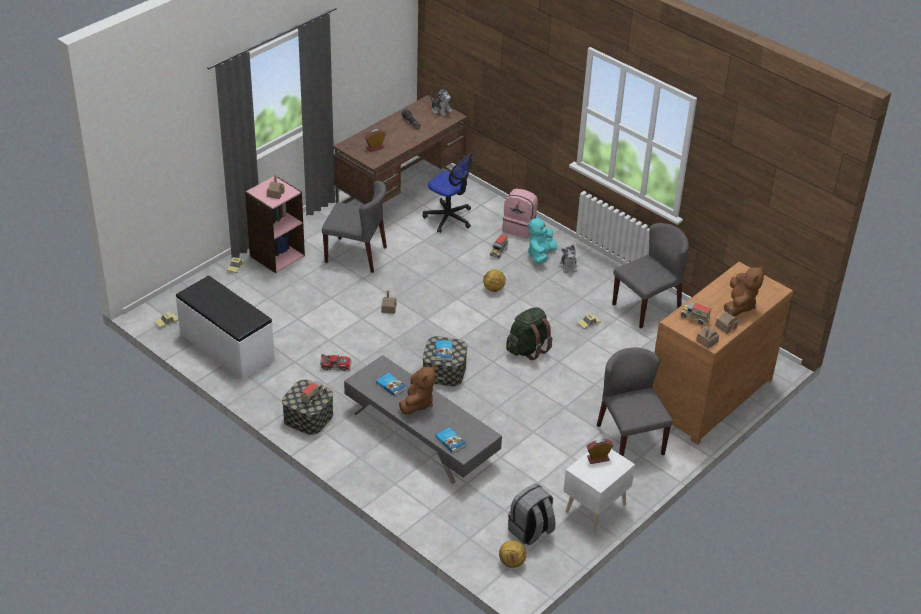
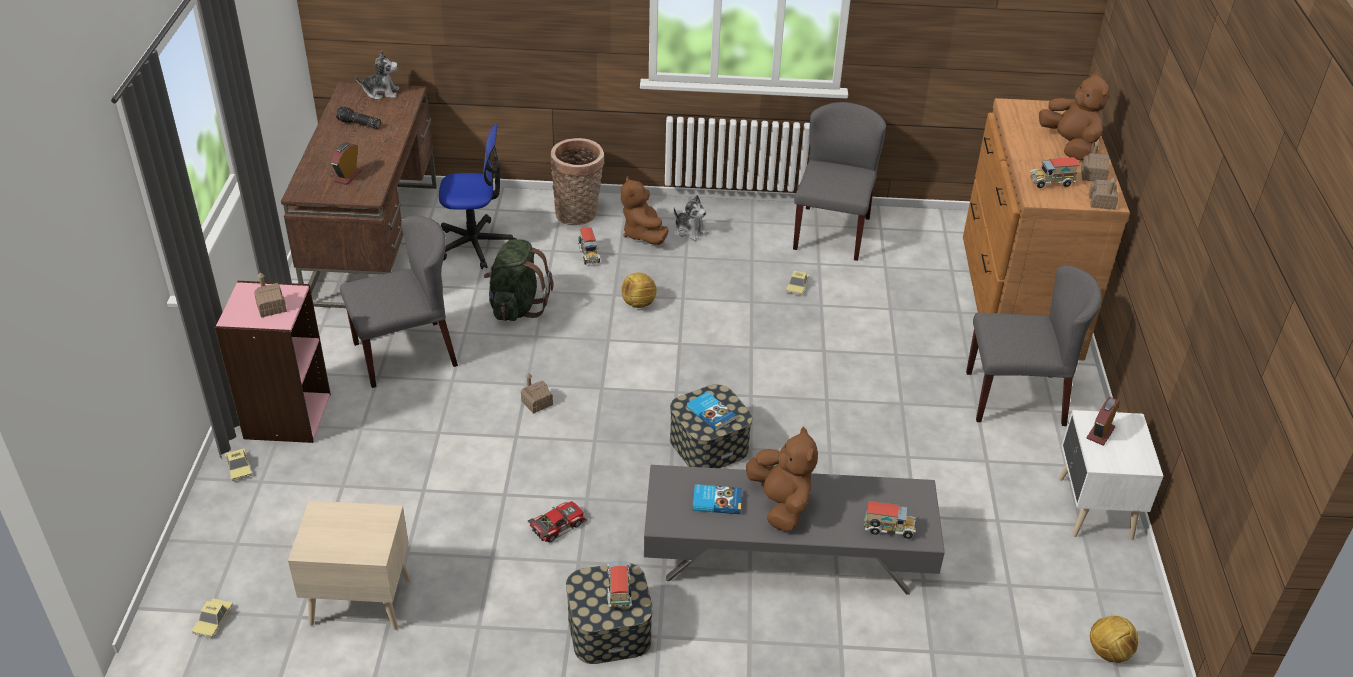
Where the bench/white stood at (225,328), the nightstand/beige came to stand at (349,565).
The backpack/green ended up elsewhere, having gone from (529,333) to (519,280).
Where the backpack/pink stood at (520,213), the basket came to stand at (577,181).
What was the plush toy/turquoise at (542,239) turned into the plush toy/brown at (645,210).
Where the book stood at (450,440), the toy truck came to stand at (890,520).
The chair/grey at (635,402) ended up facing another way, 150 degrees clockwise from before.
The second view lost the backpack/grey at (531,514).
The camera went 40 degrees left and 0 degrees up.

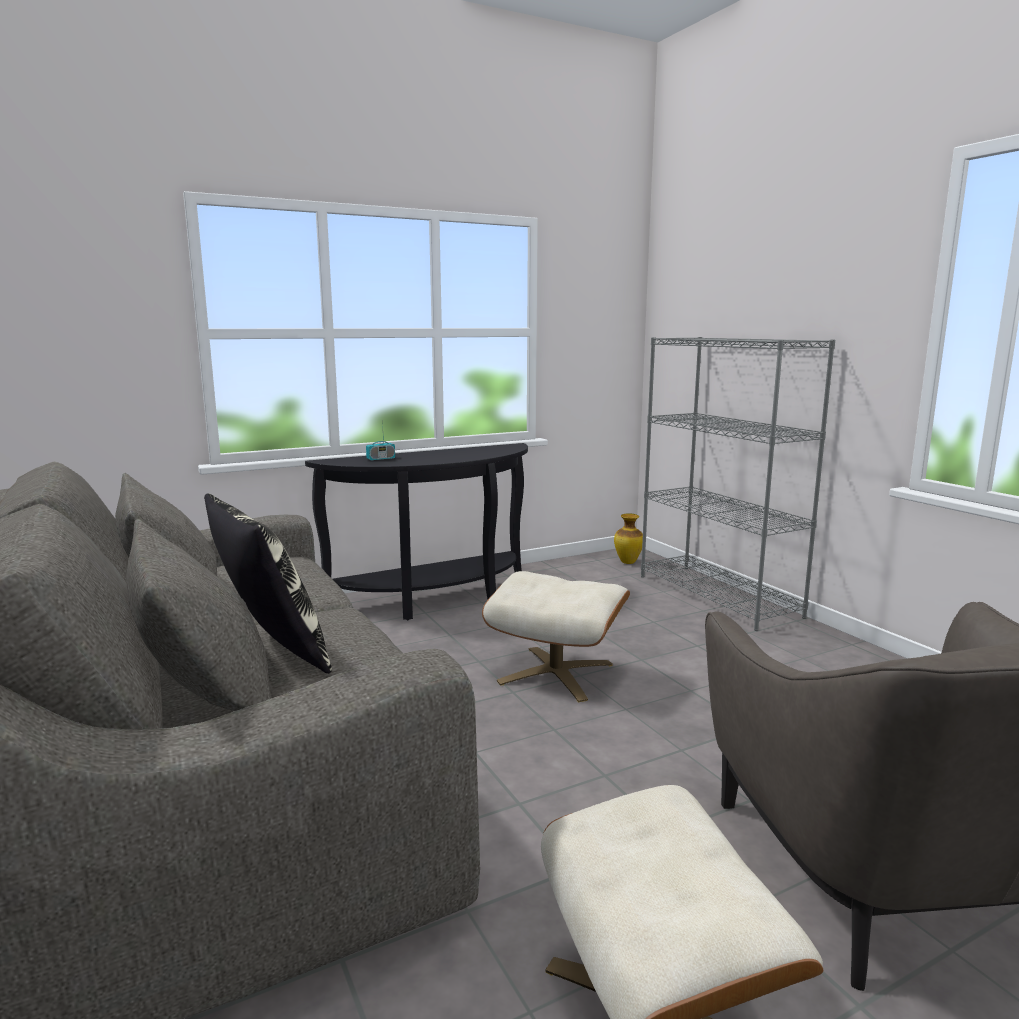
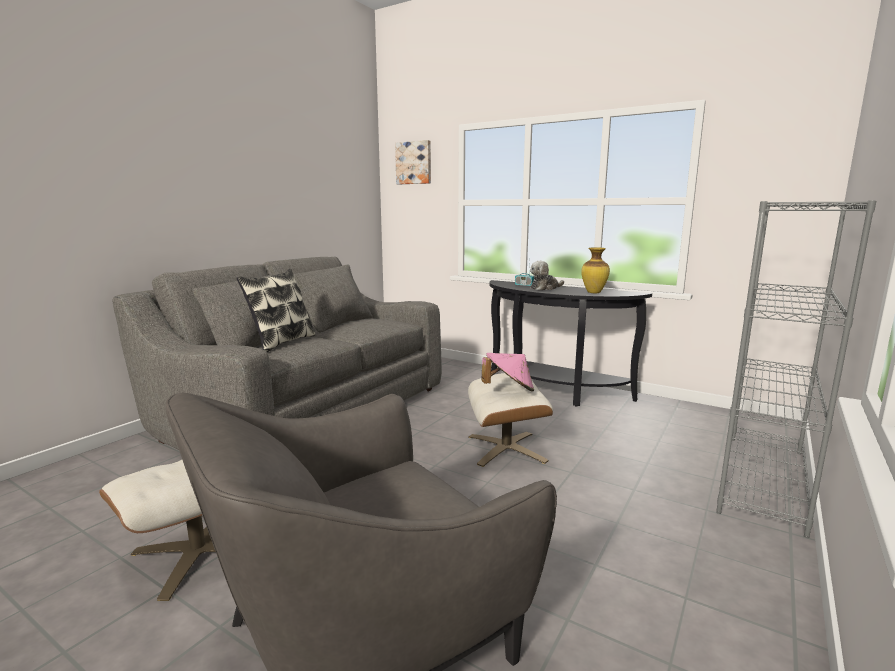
The second view gained the picture at (413,162).
The second view gained the hat/pink at (508,372).
The second view gained the plush toy at (547,276).
The vase ended up elsewhere, having gone from (628,539) to (595,270).
The camera went 60 degrees right and 0 degrees up.

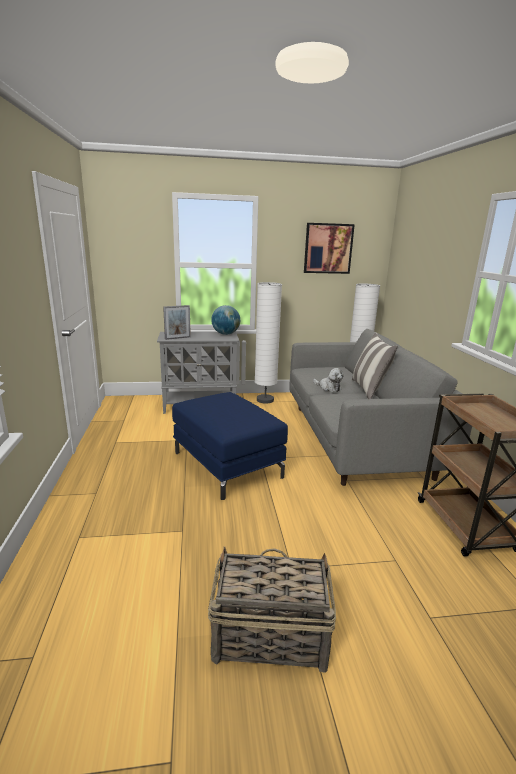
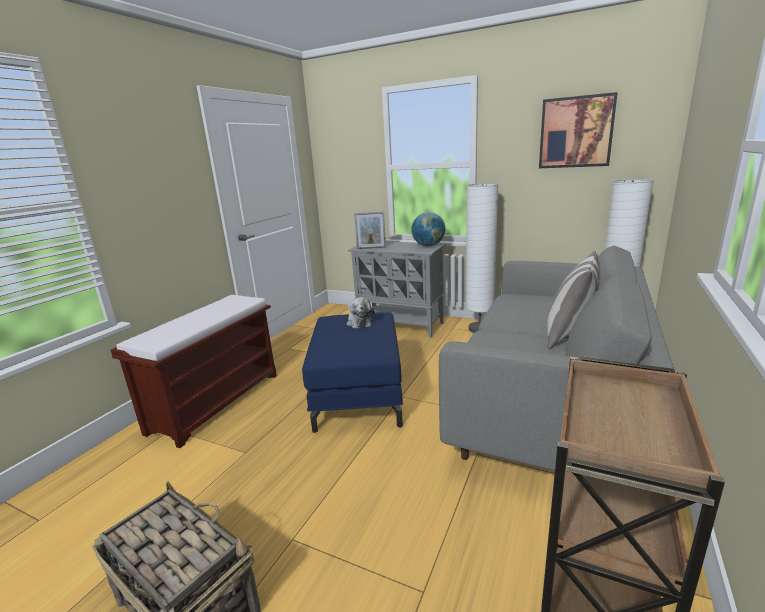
The second view gained the bench/brown at (194,371).
The plush toy ended up elsewhere, having gone from (328,380) to (360,313).
The camera went 35 degrees right and 0 degrees up.

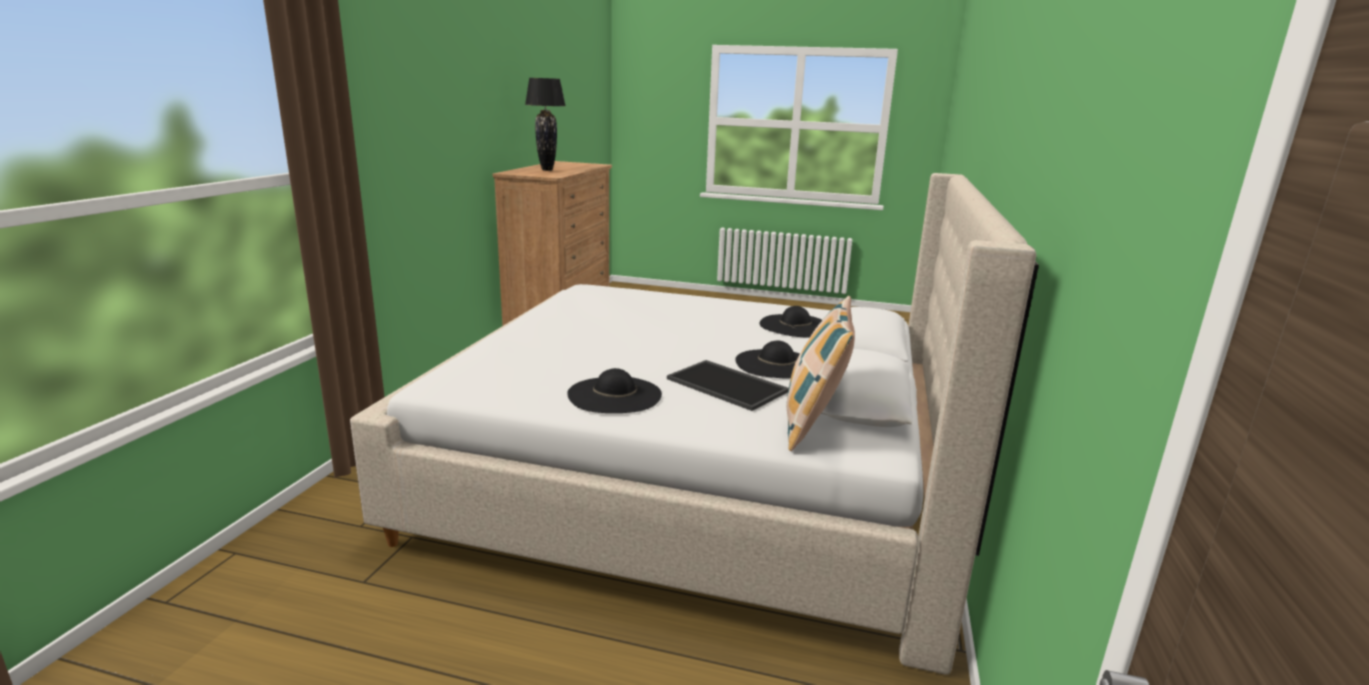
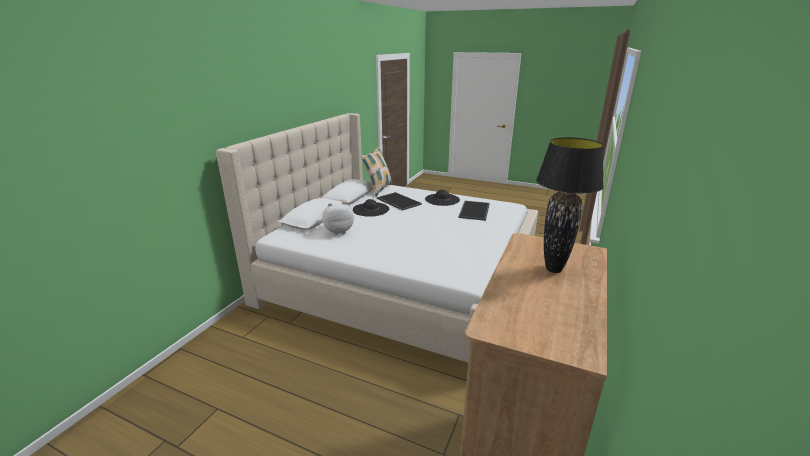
Where the hat/black stood at (791,321), the plush toy came to stand at (338,218).
The second view gained the tray at (474,211).
The camera went 170 degrees left and 5 degrees up.

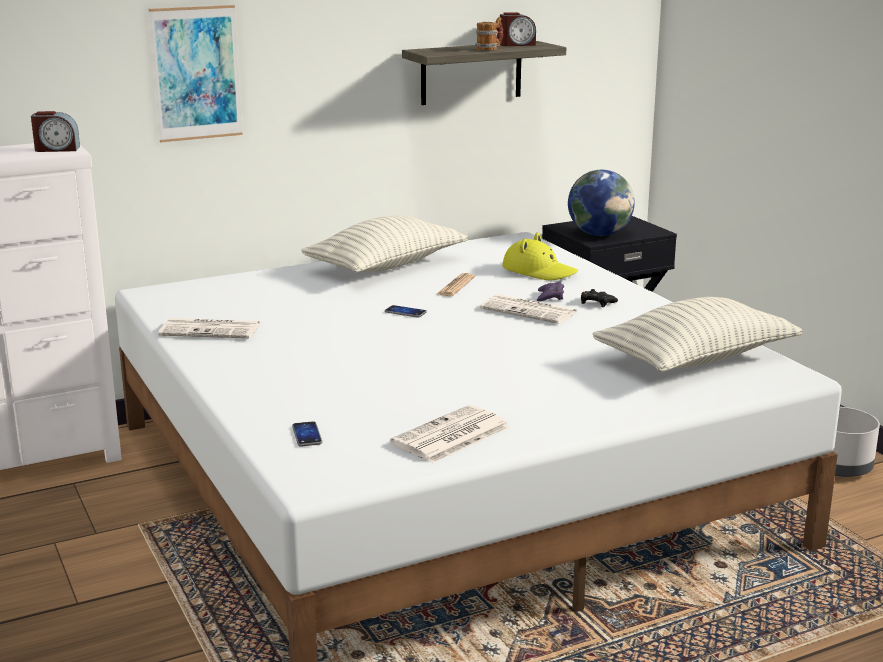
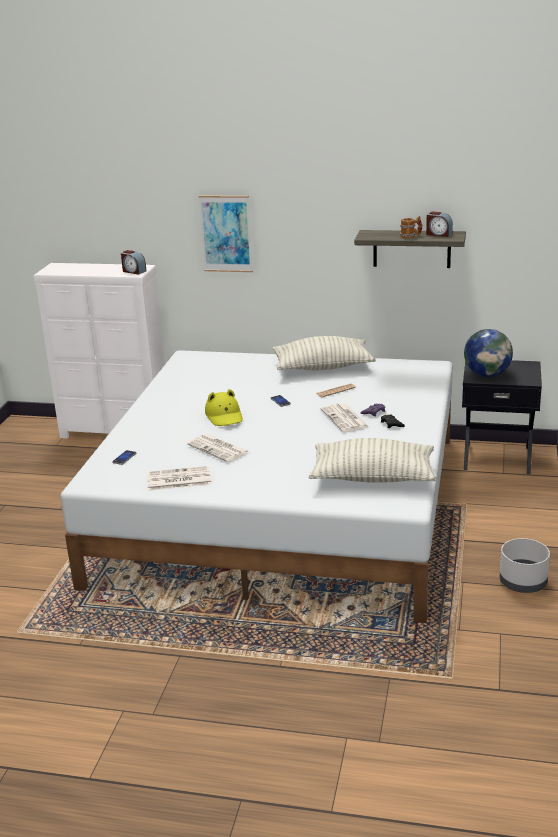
The newspaper ended up elsewhere, having gone from (209,328) to (217,448).
The hat/yellow ended up elsewhere, having gone from (540,256) to (224,407).
The camera went 40 degrees right and 5 degrees up.

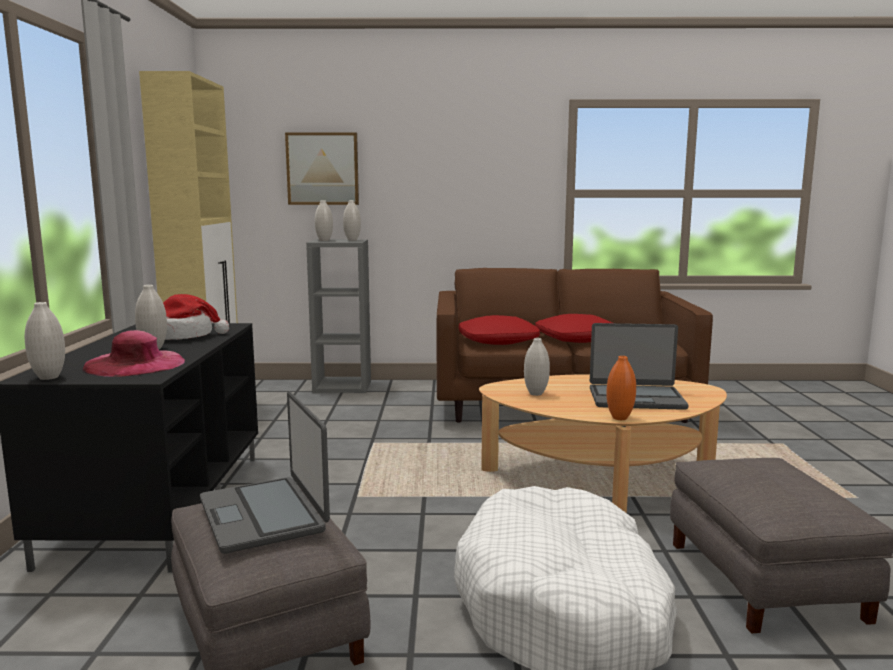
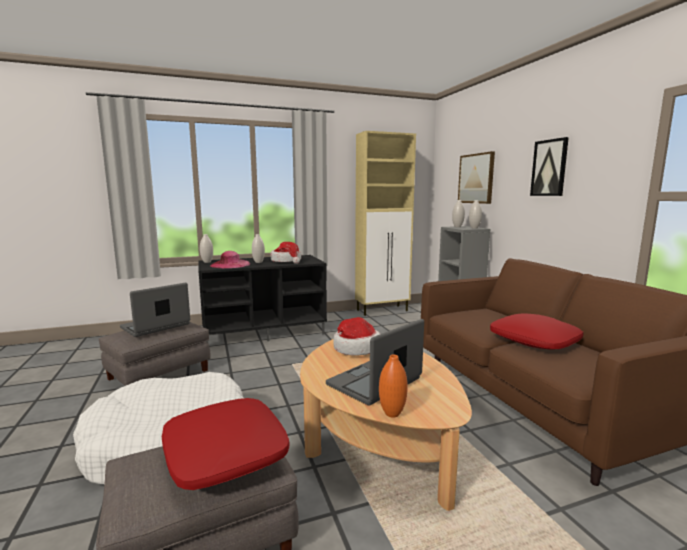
The pillow/red ended up elsewhere, having gone from (499,330) to (226,444).
The laptop at (639,366) ended up facing another way, 60 degrees clockwise from before.
Where the vase/white stood at (537,367), the hat came to stand at (356,336).
The vase/orange ended up elsewhere, having gone from (621,388) to (393,386).
The second view gained the picture at (549,166).
The camera went 70 degrees right and 0 degrees up.

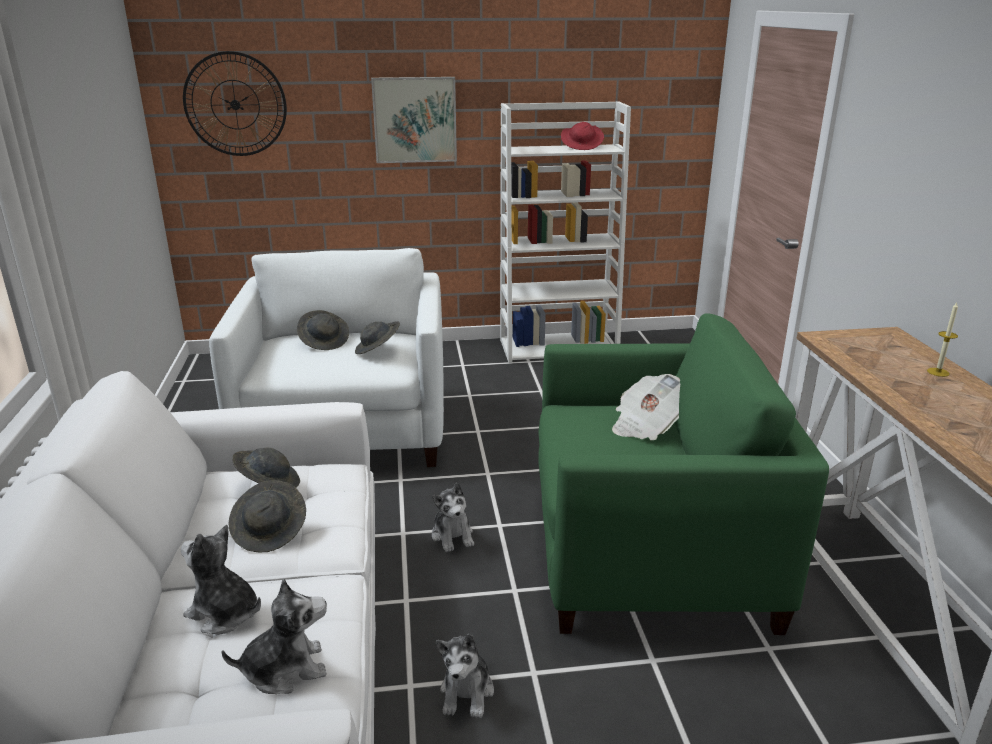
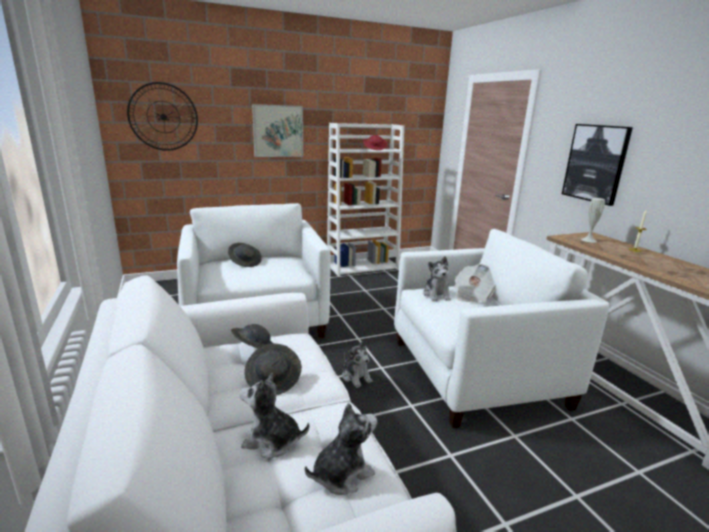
What was the armchair/green at (683,474) turned into the armchair/white at (502,328).
The plush toy ended up elsewhere, having gone from (465,676) to (437,278).
The second view gained the picture at (597,165).
The second view gained the vase/white at (593,220).
The second view lost the hat/grey at (377,337).
The camera went 15 degrees left and 5 degrees down.

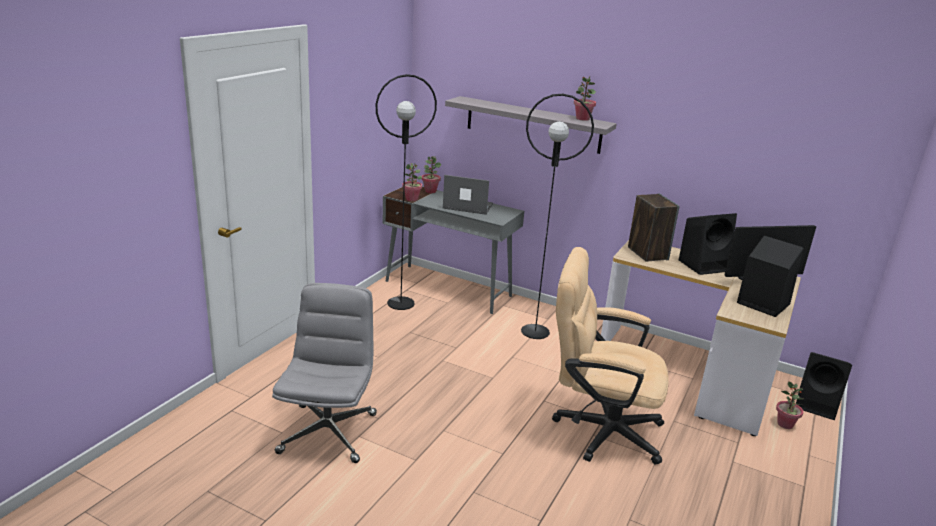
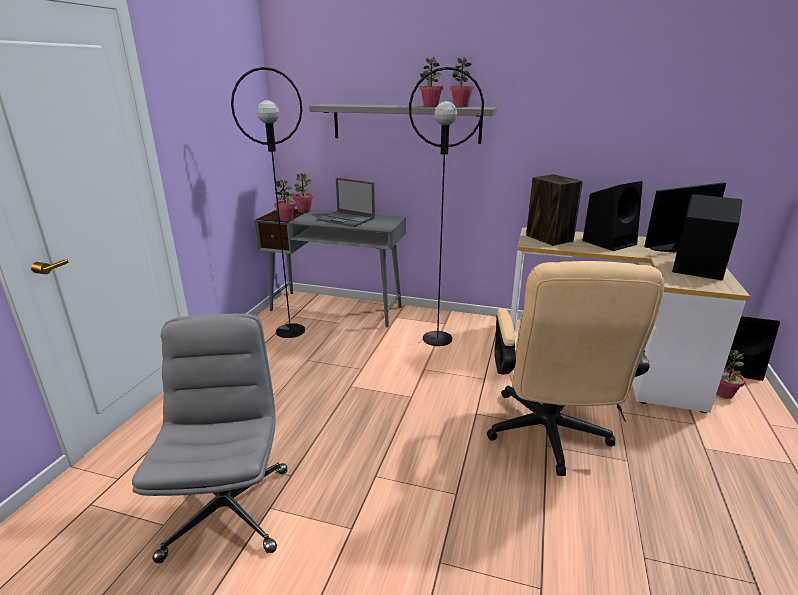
The laptop at (468,195) ended up facing another way, 150 degrees counterclockwise from before.
The second view gained the potted plant at (431,82).
The office chair/beige at (610,356) ended up facing another way, 90 degrees counterclockwise from before.
The camera went 10 degrees left and 0 degrees up.

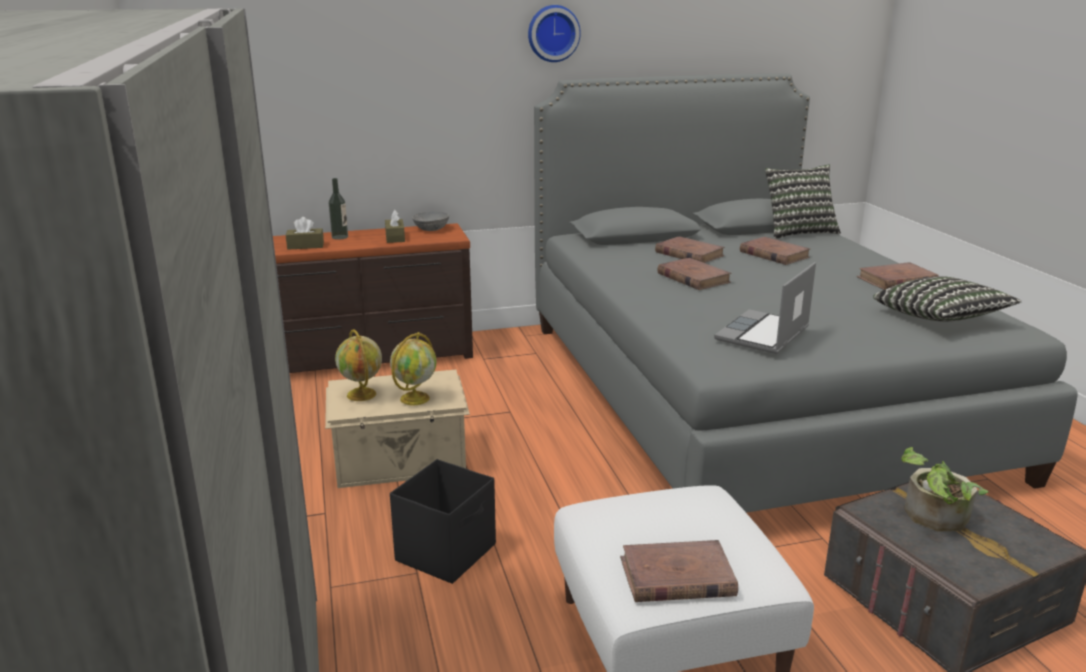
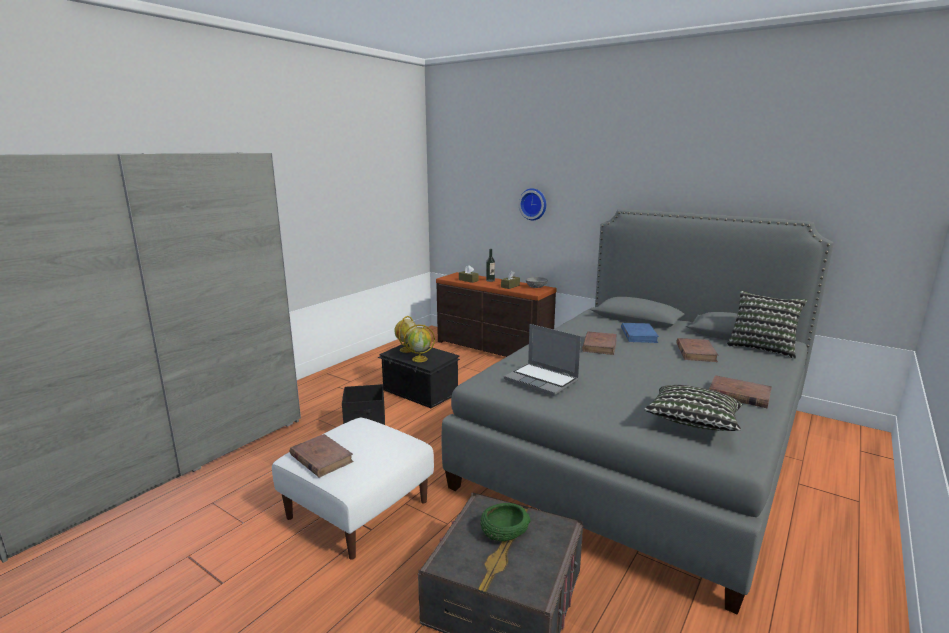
What was the storage box/beige at (397,429) turned into the storage box/black at (419,375).
Where the potted plant stood at (945,489), the bowl/green came to stand at (505,522).
The laptop at (765,308) ended up facing another way, 135 degrees counterclockwise from before.
The wall clock ended up elsewhere, having gone from (554,33) to (532,204).
What was the book/brown at (690,249) turned into the book/blue at (640,333).
The camera went 50 degrees right and 5 degrees down.

